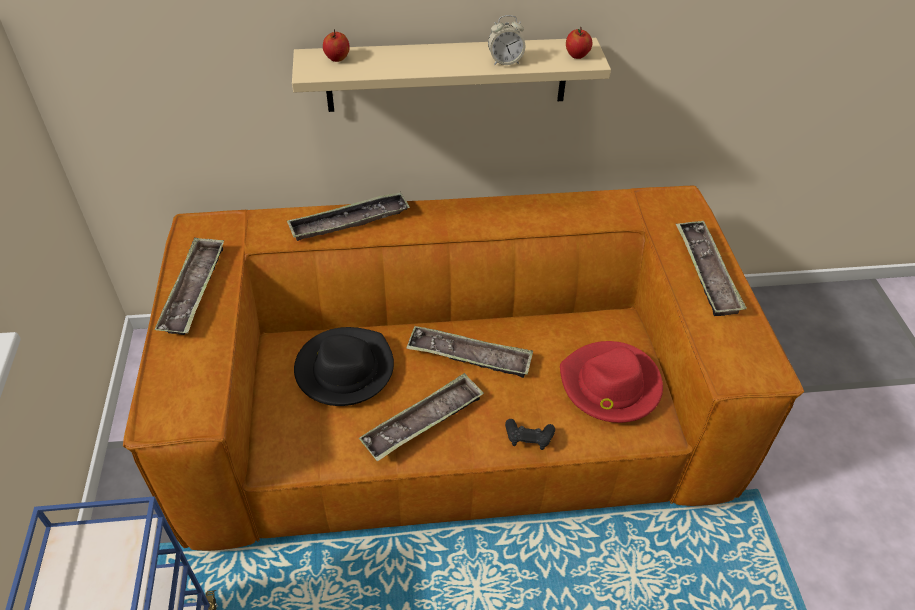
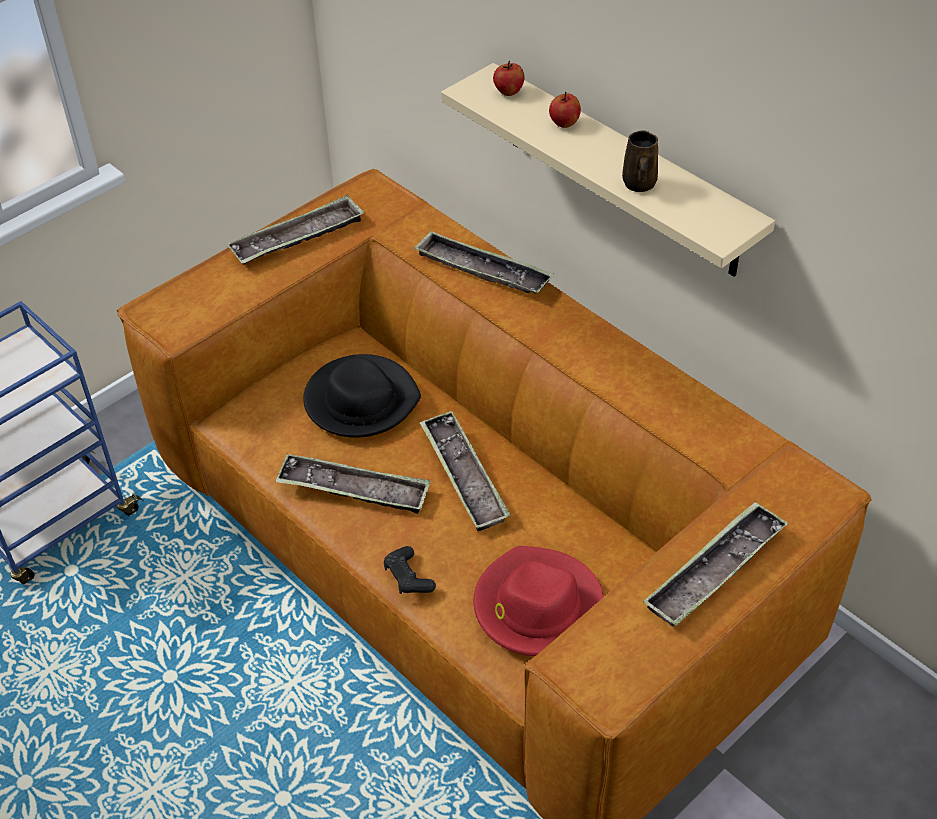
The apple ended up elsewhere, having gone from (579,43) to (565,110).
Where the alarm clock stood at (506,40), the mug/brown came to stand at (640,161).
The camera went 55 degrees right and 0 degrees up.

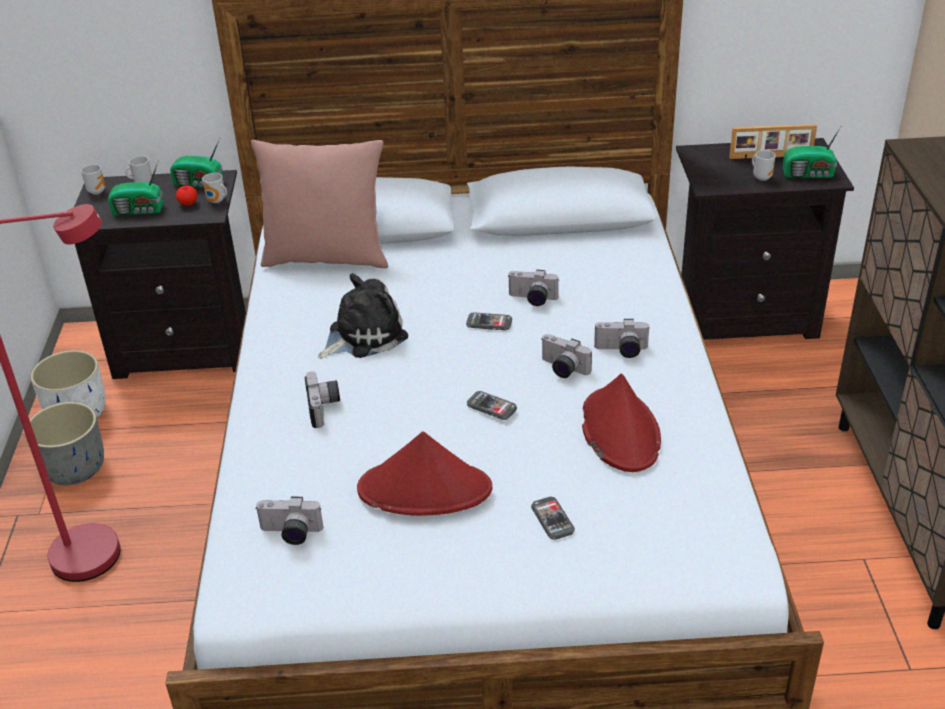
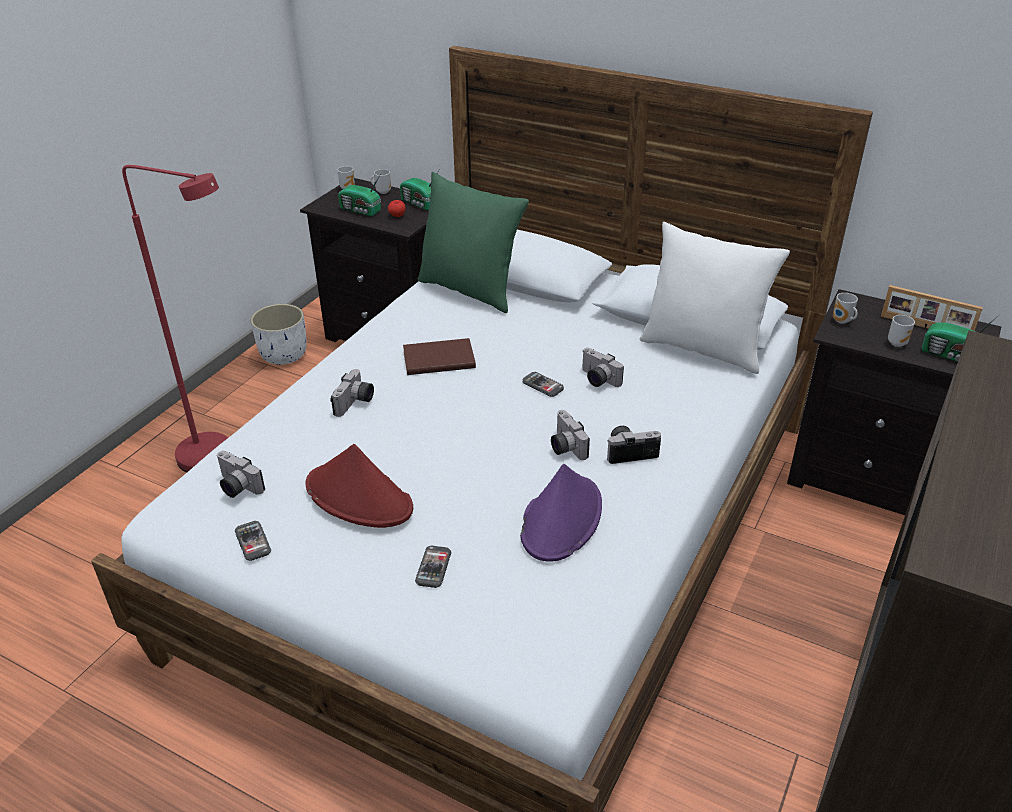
The phone ended up elsewhere, having gone from (492,405) to (253,541).
Where the plush toy stood at (363,316), the book/brown came to stand at (439,356).
What was the pillow/pink at (319,204) turned into the pillow/green at (473,242).
What was the hat/red at (621,422) turned into the hat/purple at (561,513).
The photo camera at (622,338) ended up facing another way, 135 degrees clockwise from before.
The second view gained the pillow/white at (714,298).
The mug ended up elsewhere, having gone from (214,188) to (845,308).
The second view lost the planter/grey at (64,443).
The camera went 30 degrees right and 0 degrees up.

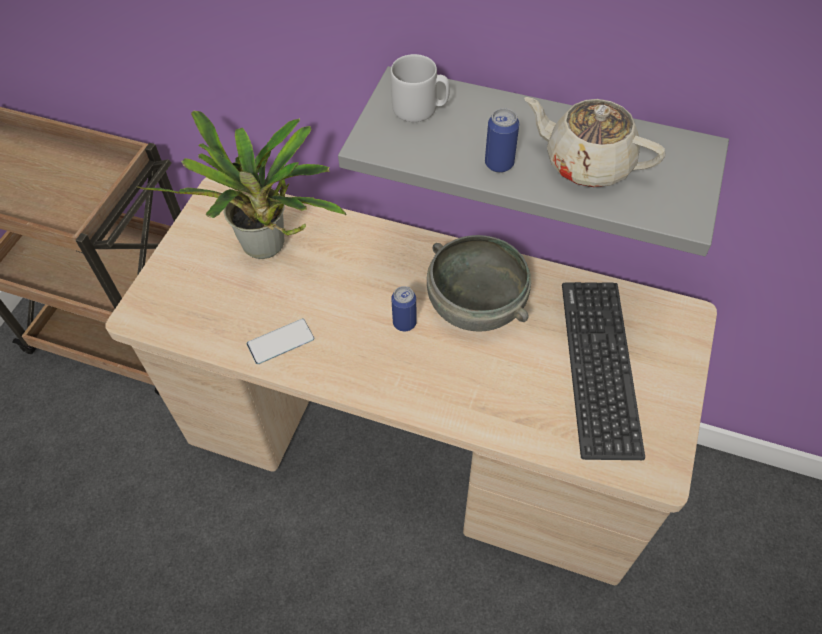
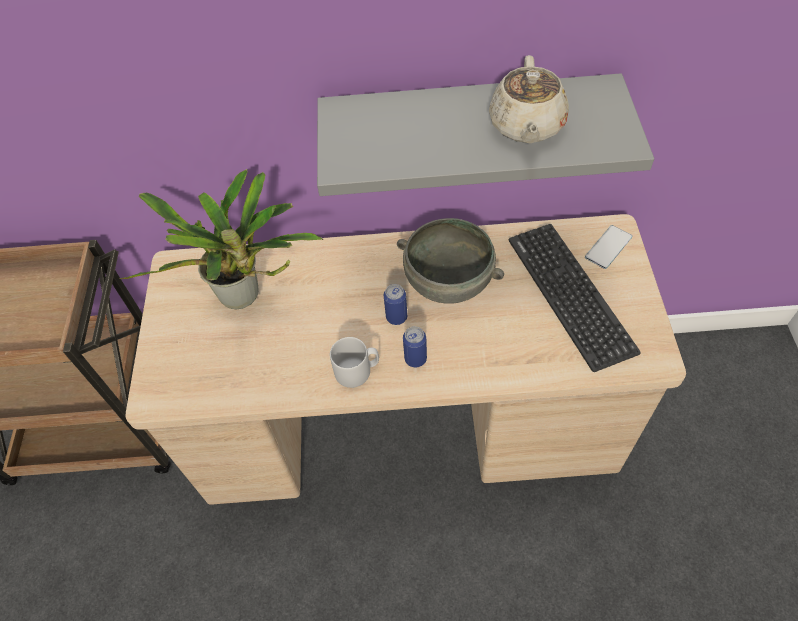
The mug/grey ended up elsewhere, having gone from (420,88) to (354,362).
The can ended up elsewhere, having gone from (502,140) to (415,346).
The teapot/beige at (594,142) ended up facing another way, 90 degrees counterclockwise from before.
The phone ended up elsewhere, having gone from (280,341) to (608,247).
The camera went 20 degrees left and 0 degrees up.

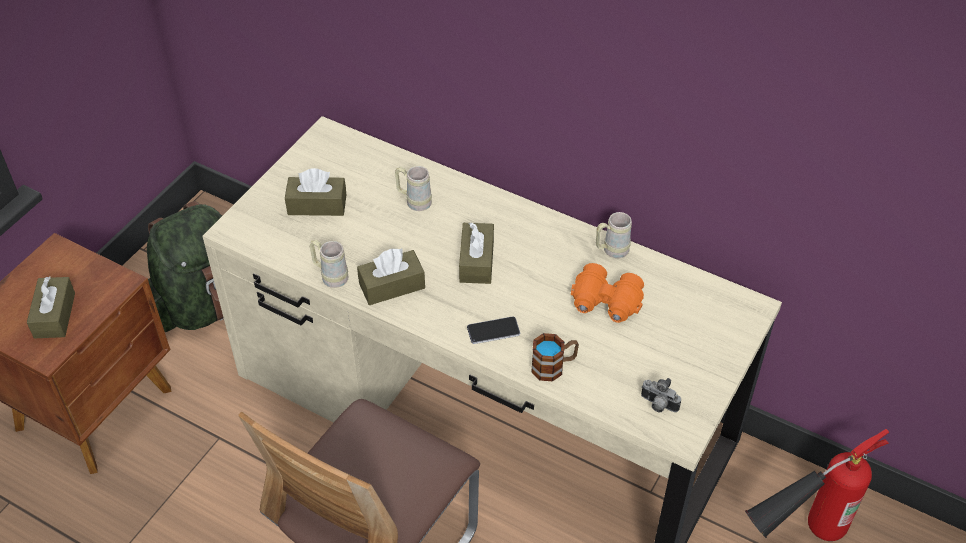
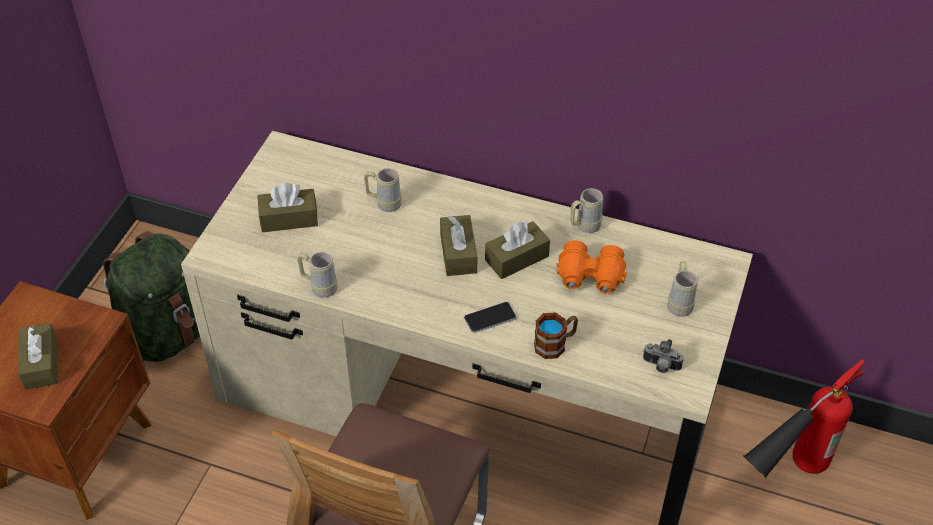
The tissue box/brown ended up elsewhere, having gone from (391,276) to (517,250).
The second view gained the mug/beige at (682,289).
The camera went 10 degrees left and 0 degrees up.

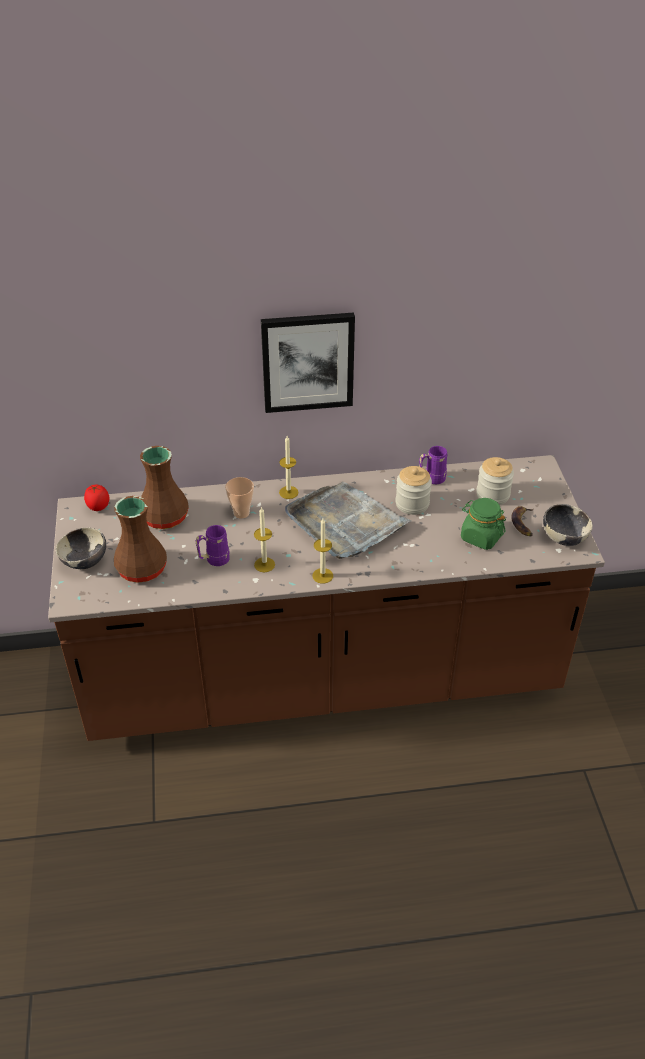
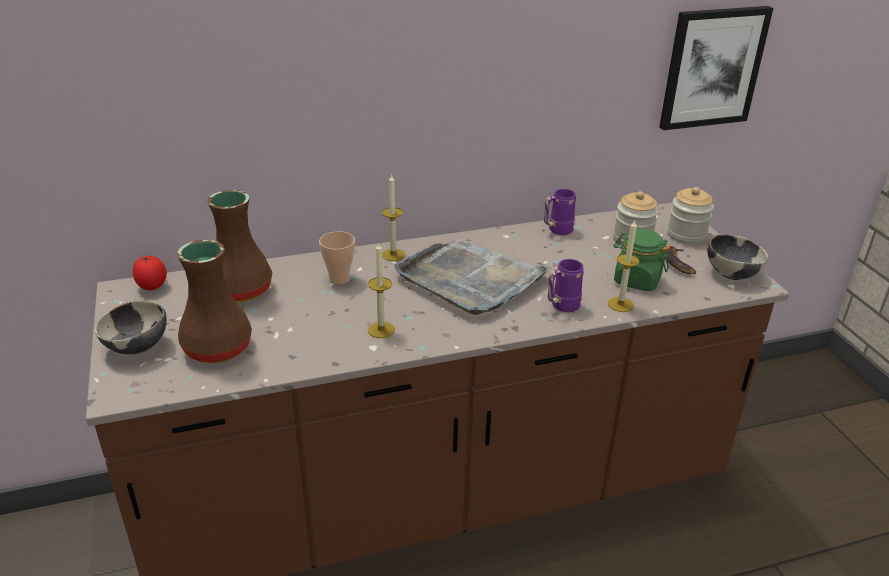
The mug/purple ended up elsewhere, having gone from (212,545) to (566,285).
The candle ended up elsewhere, having gone from (322,551) to (624,266).
The picture ended up elsewhere, having gone from (308,363) to (716,68).
The jar ended up elsewhere, having gone from (413,490) to (690,216).
The camera went 10 degrees left and 10 degrees down.

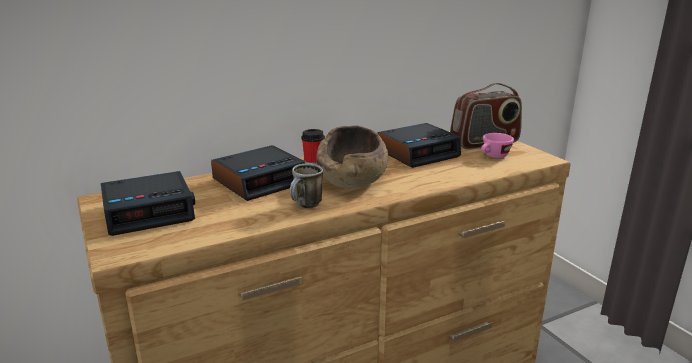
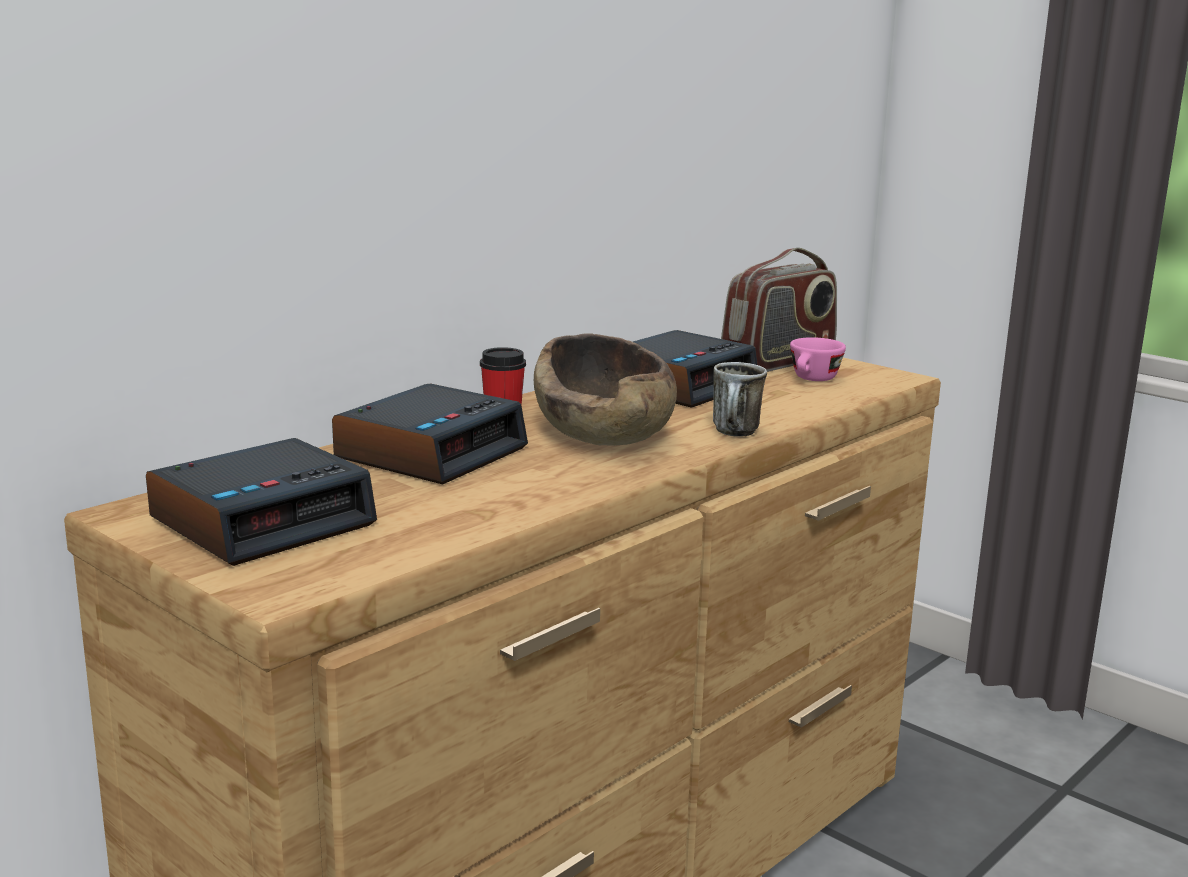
The mug ended up elsewhere, having gone from (306,186) to (740,399).
The camera went 20 degrees left and 5 degrees down.

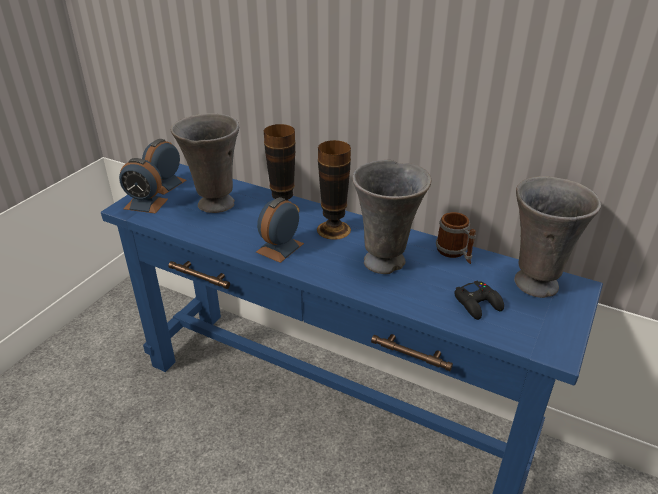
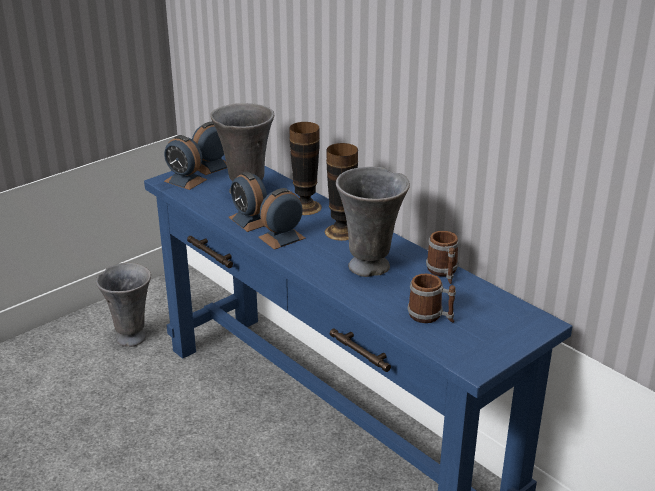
The vase/grey ended up elsewhere, having gone from (557,237) to (123,305).
The second view gained the alarm clock at (248,202).
Where the game controller/black stood at (479,300), the mug came to stand at (432,298).
The camera went 20 degrees right and 5 degrees down.

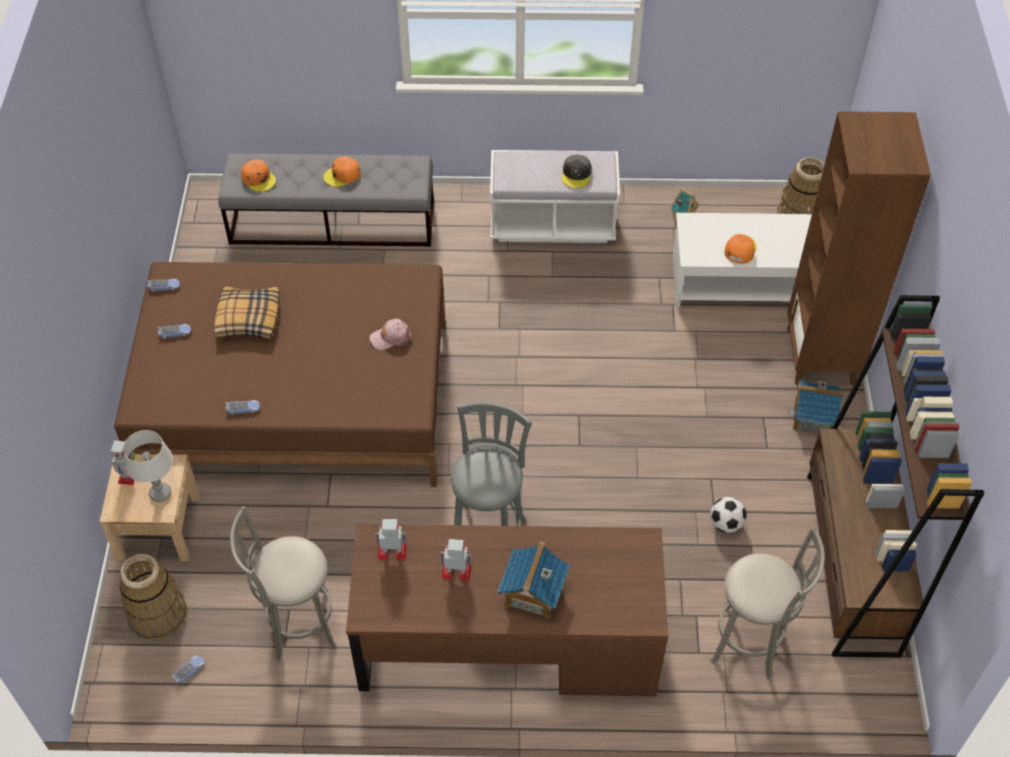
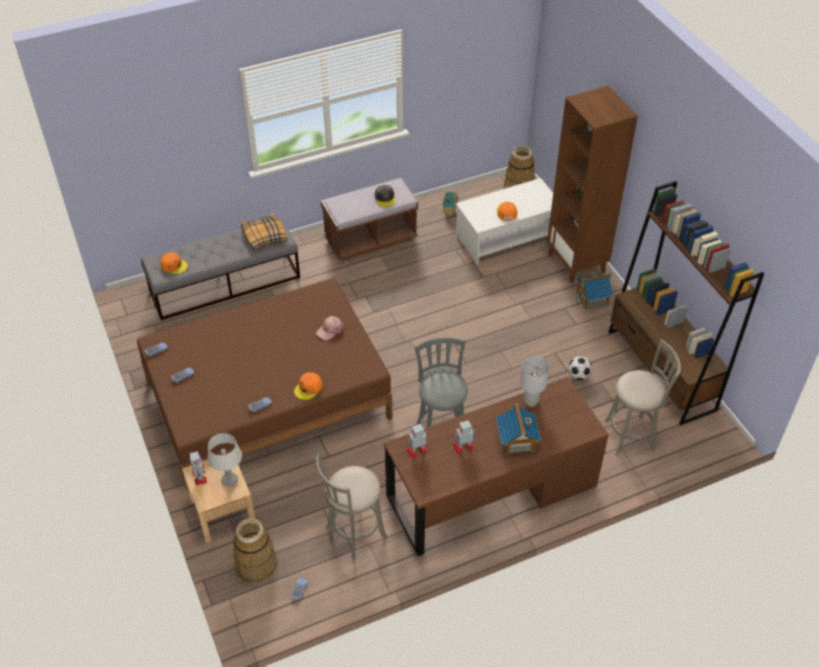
The pillow ended up elsewhere, having gone from (246,312) to (264,231).
The cap/orange ended up elsewhere, having gone from (342,171) to (308,386).
What was the bench/white at (555,196) turned into the bench/brown at (369,219).
The second view gained the table lamp/grey at (534,381).
The camera went 25 degrees left and 5 degrees down.

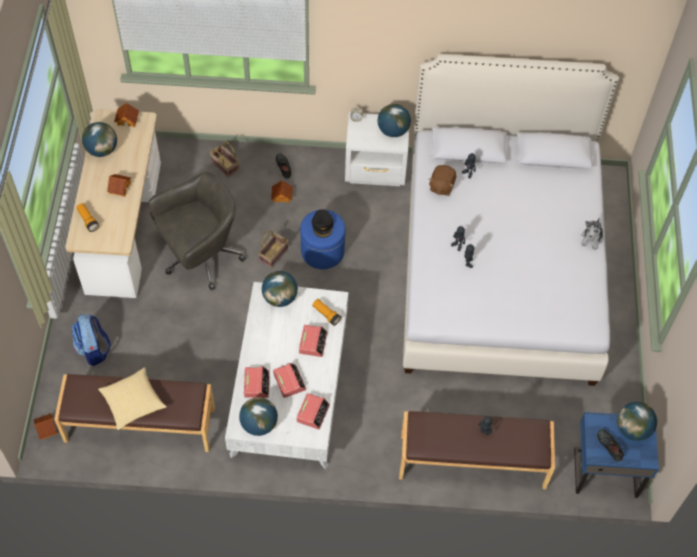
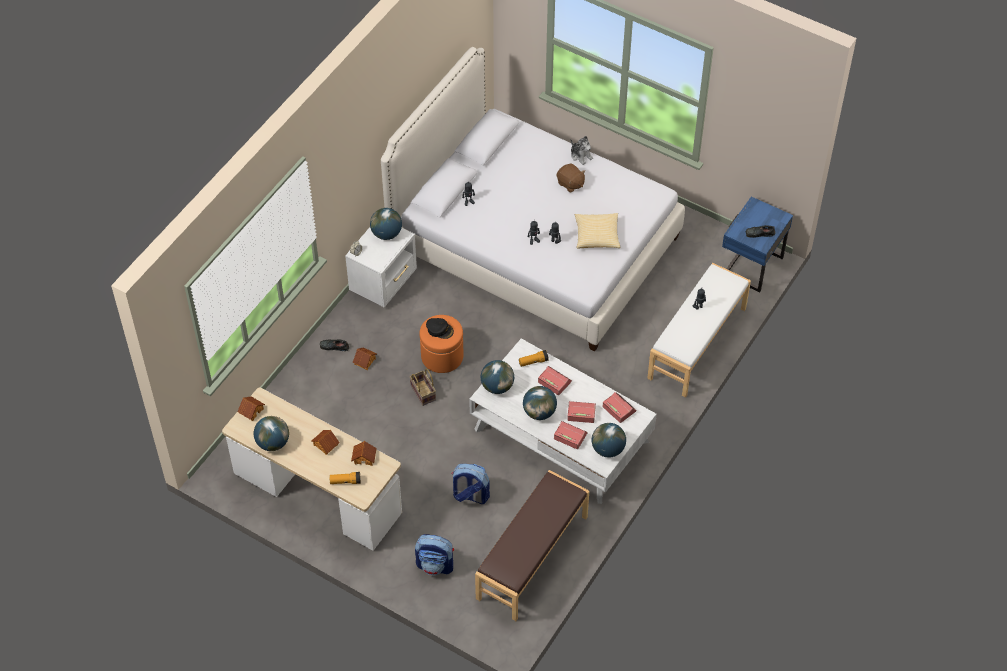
The toy house ended up elsewhere, having gone from (46,427) to (364,453).
What was the ottoman/blue at (323,239) turned into the ottoman/orange at (442,344).
The second view gained the backpack at (471,484).
The globe ended up elsewhere, having gone from (637,421) to (540,403).
The plush toy/brown ended up elsewhere, having gone from (442,180) to (570,178).
The pillow ended up elsewhere, having gone from (132,398) to (598,231).
What was the bench/brown at (477,450) turned into the bench/white at (699,330).
The second view lost the office chair/grey at (197,230).
The second view lost the basket at (224,159).
The camera went 60 degrees left and 5 degrees down.

